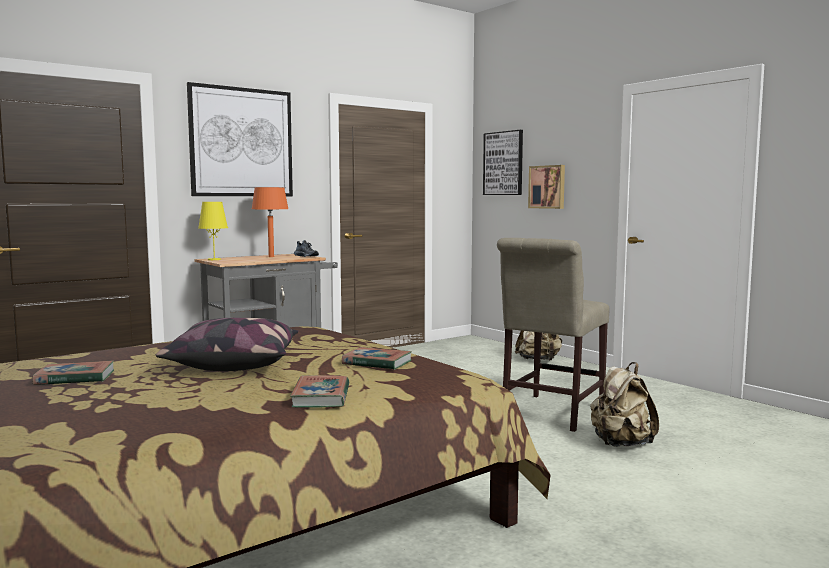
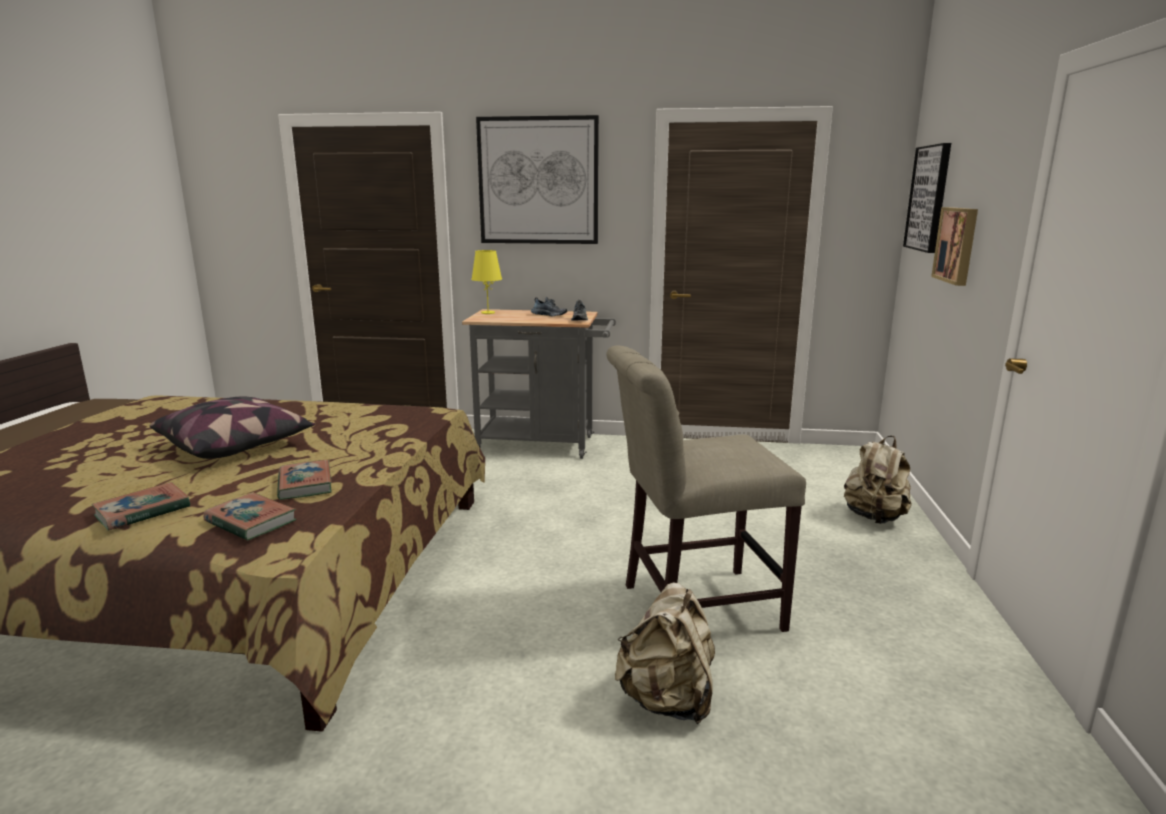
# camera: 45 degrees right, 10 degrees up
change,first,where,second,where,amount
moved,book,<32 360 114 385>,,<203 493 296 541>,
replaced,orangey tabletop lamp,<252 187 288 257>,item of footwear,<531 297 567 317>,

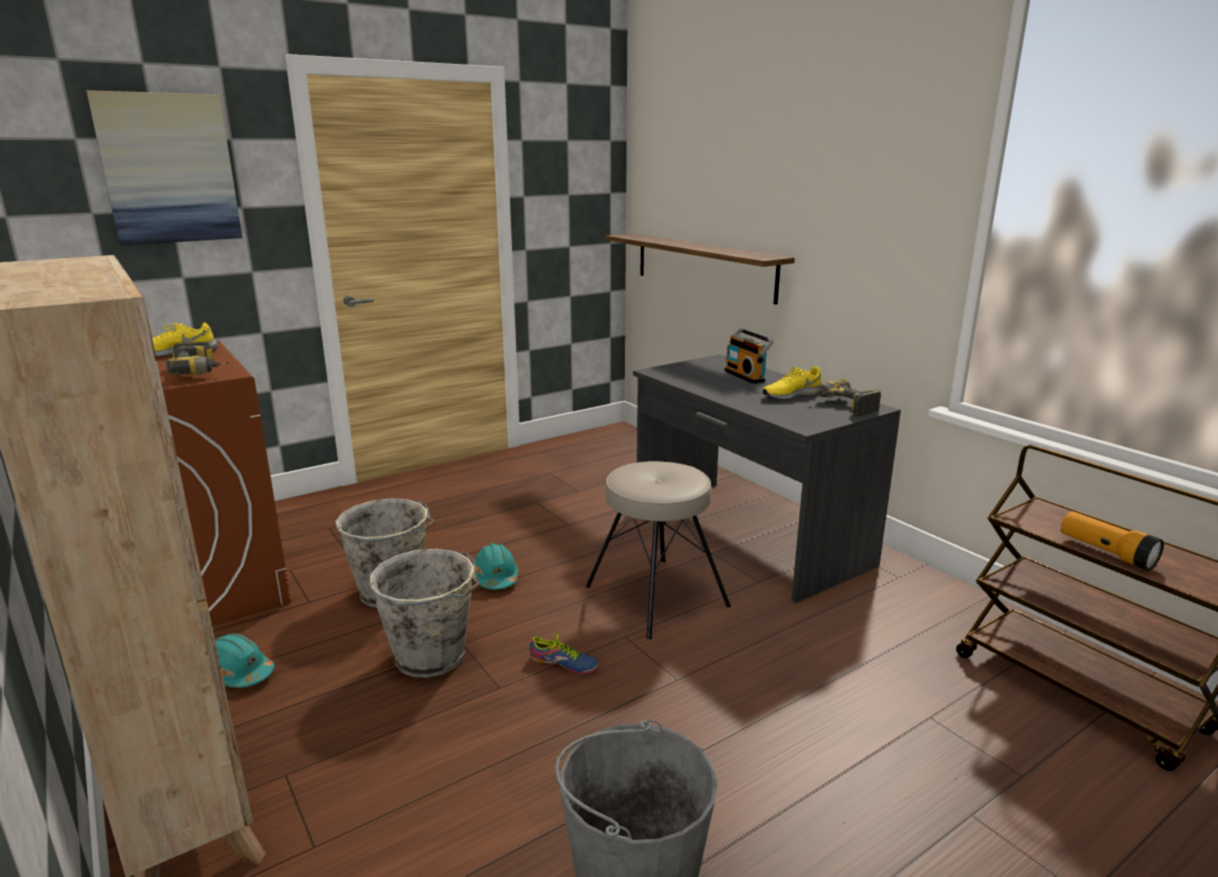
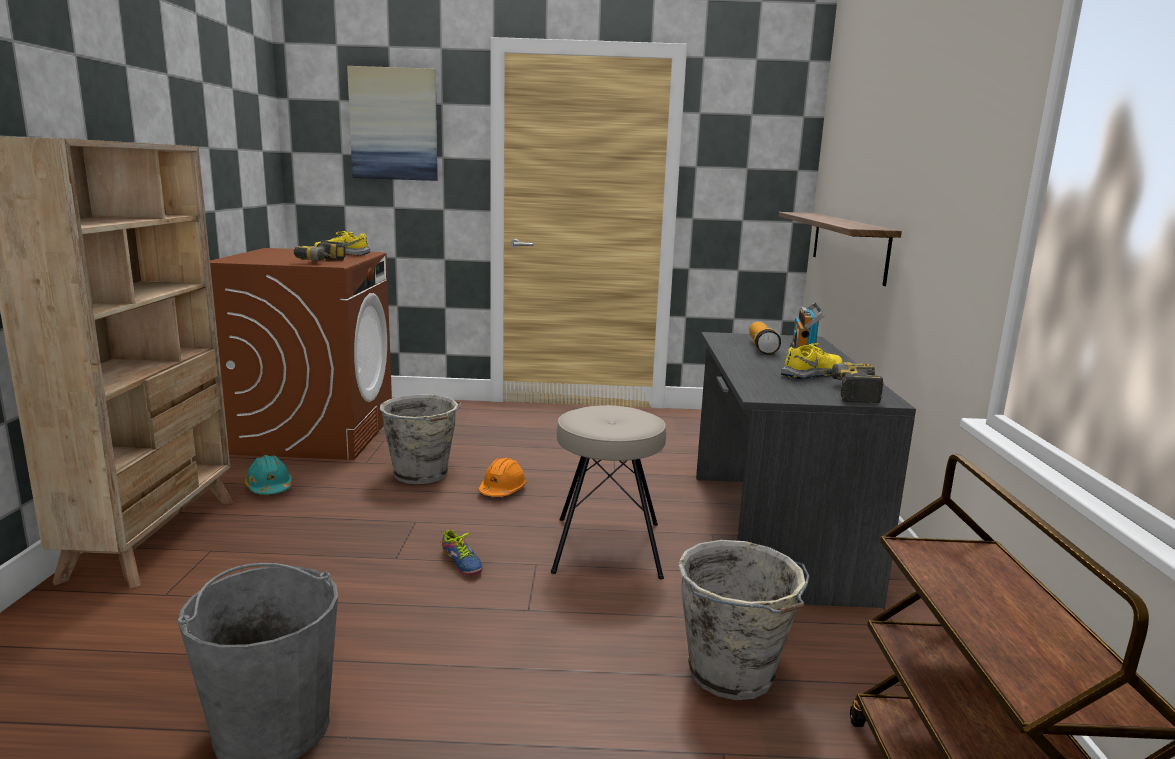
# camera: 35 degrees right, 5 degrees down
change,first,where,second,where,amount
moved,gray water bucket,<369 549 480 678>,,<678 540 810 700>,
moved,hand torch,<1061 511 1164 570>,,<749 322 781 355>,
recoloured,blue-green hard hat,<473 543 519 589>,orangey hard hat,<478 458 527 497>,
turned,yellow item of footwear,<762 366 822 400>,,<781 343 843 379>,135 degrees clockwise

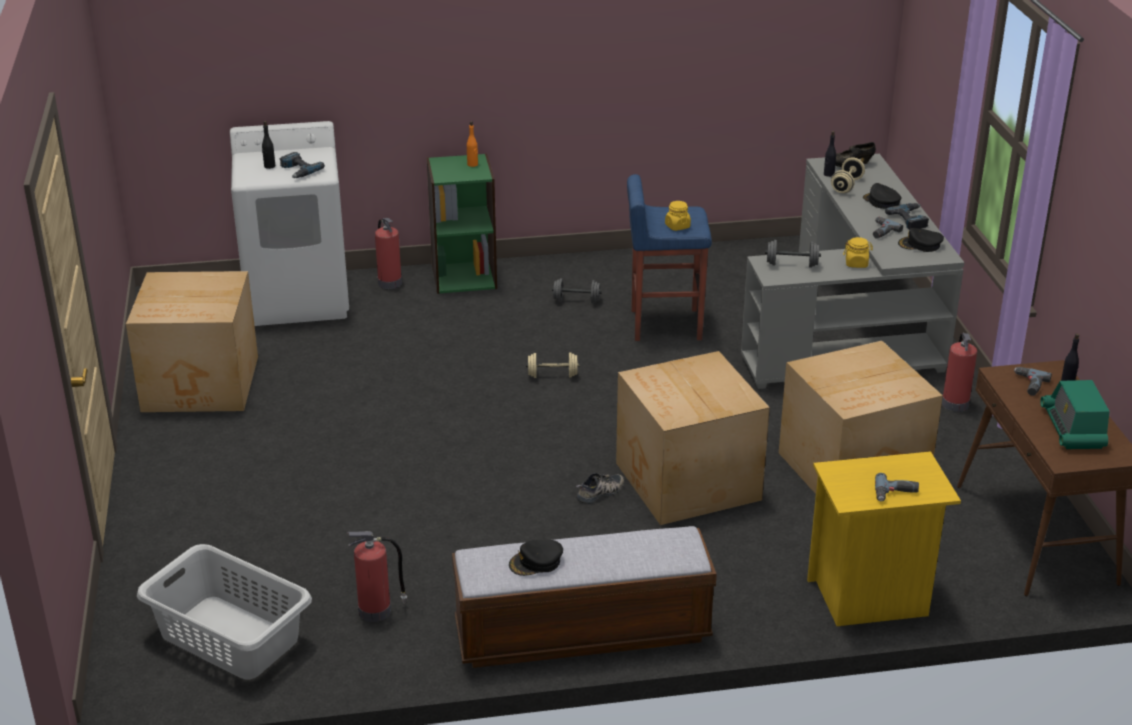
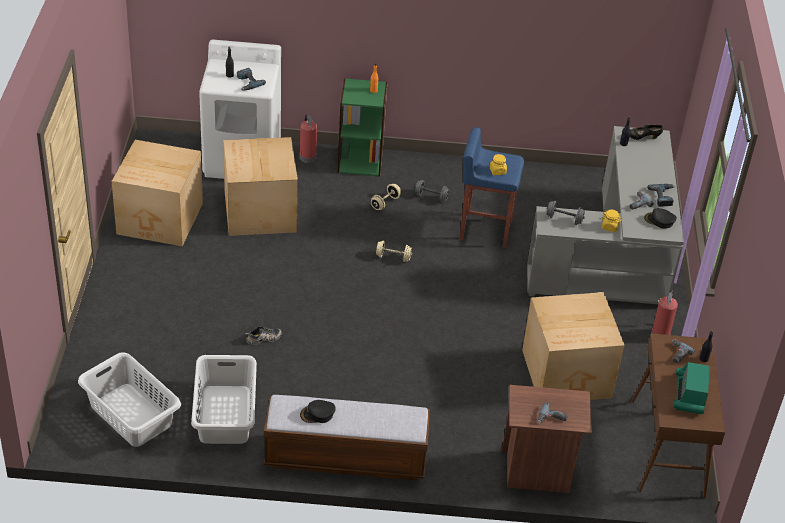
# camera: 10 degrees right, 10 degrees up
change,first,where,second,where,amount
removed,black-coloured cap,<863 183 902 209>,,,
moved,item of footwear,<576 473 624 504>,,<245 326 282 346>,
moved,packing box,<616 351 770 525>,,<223 137 298 236>,
moved,sand-coloured dumbbell,<831 157 865 193>,,<371 184 401 210>,
replaced,extinguisher,<348 531 407 622>,gray washing basket,<191 355 257 444>,
recoloured,yellow night table,<807 451 961 626>,brown night table,<502 385 592 493>,

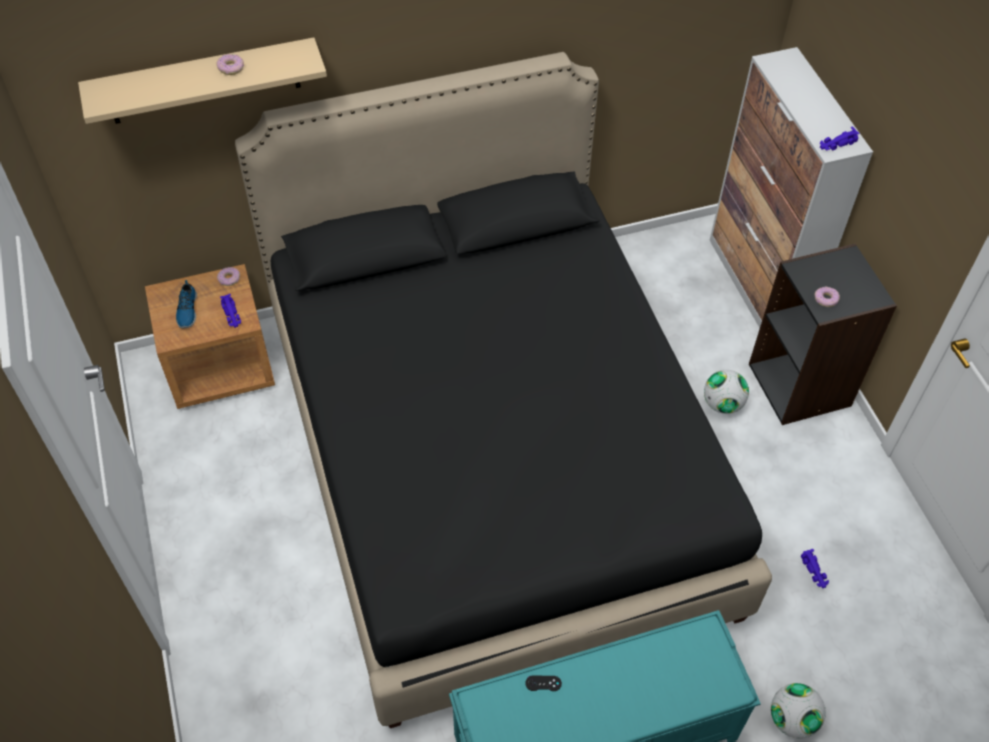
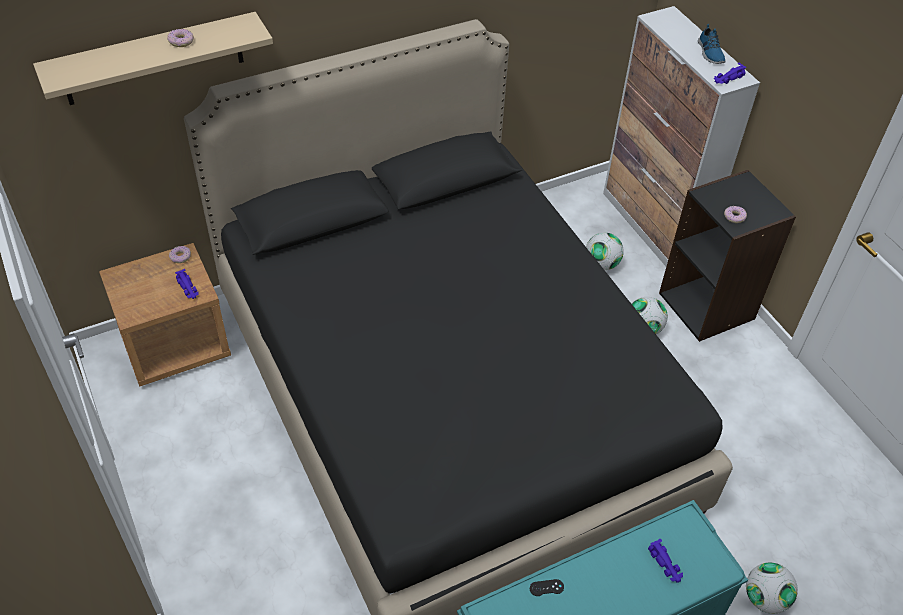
# camera: 10 degrees left, 5 degrees down
change,first,where,second,where,amount
added,,,football,<586 232 624 270>,
moved,item of footwear,<176 280 197 328>,,<698 24 726 64>,
moved,purple model car,<801 549 829 588>,,<648 539 683 583>,

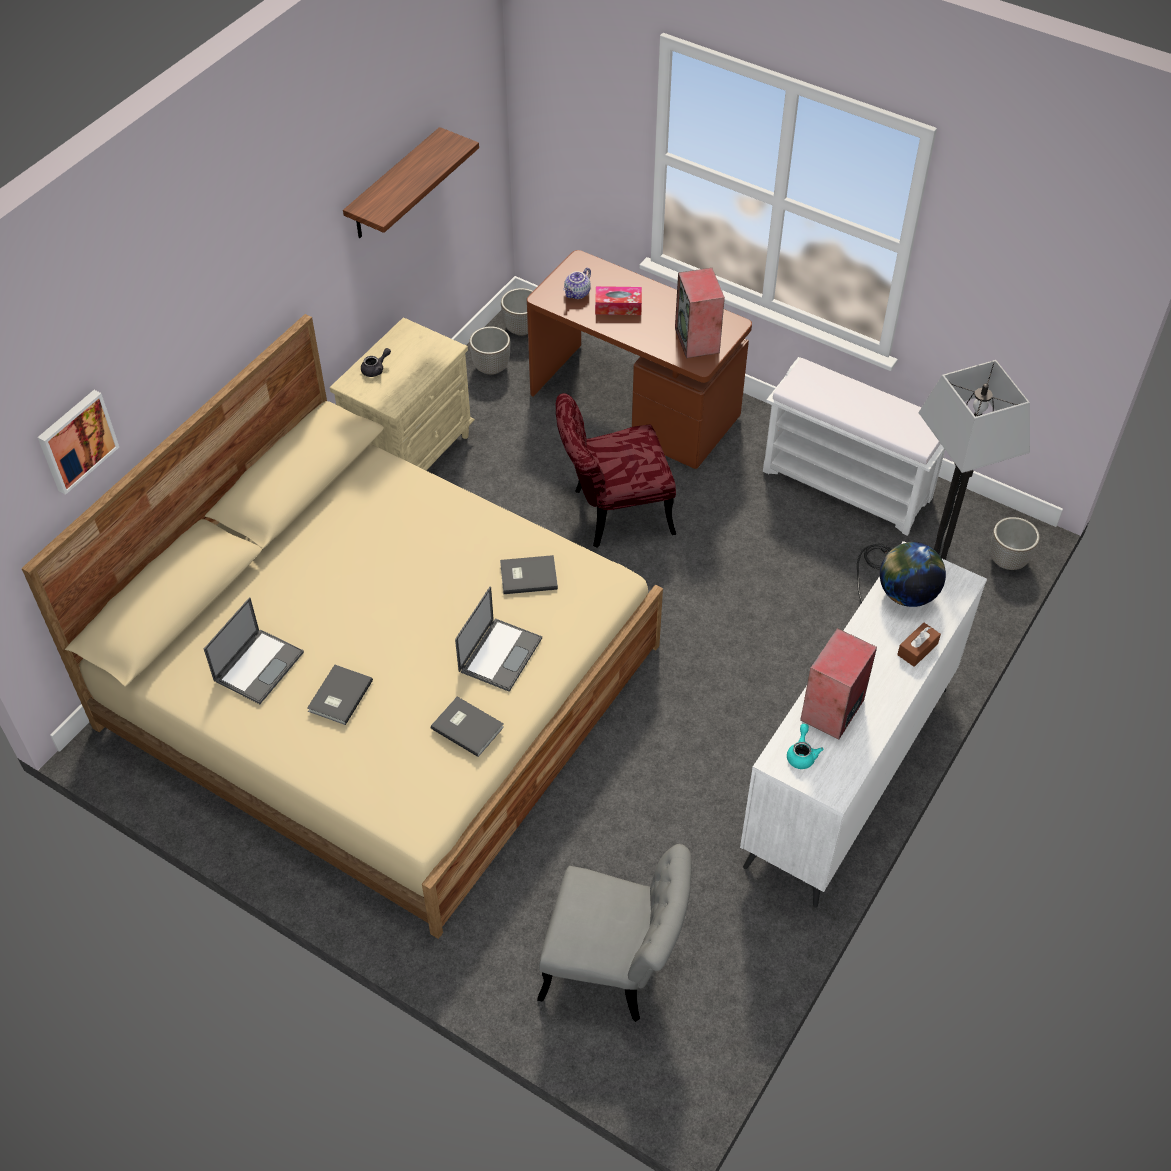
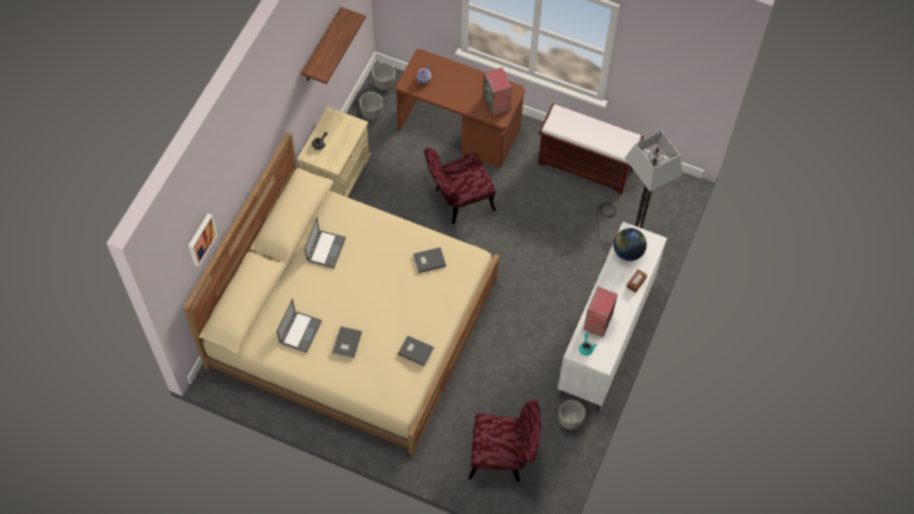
# camera: 10 degrees left, 10 degrees up
change,first,where,second,where,amount
removed,tissue holder,<595 286 642 315>,,,
moved,notebook computer,<455 586 542 692>,,<304 218 346 269>,
moved,plant pot,<990 517 1040 570>,,<558 399 586 430>,
recoloured,gray upright chair,<537 844 692 1022>,reddish upright chair,<469 399 541 482>,
recoloured,whitish long seat,<763 357 945 536>,brown long seat,<538 103 644 195>,

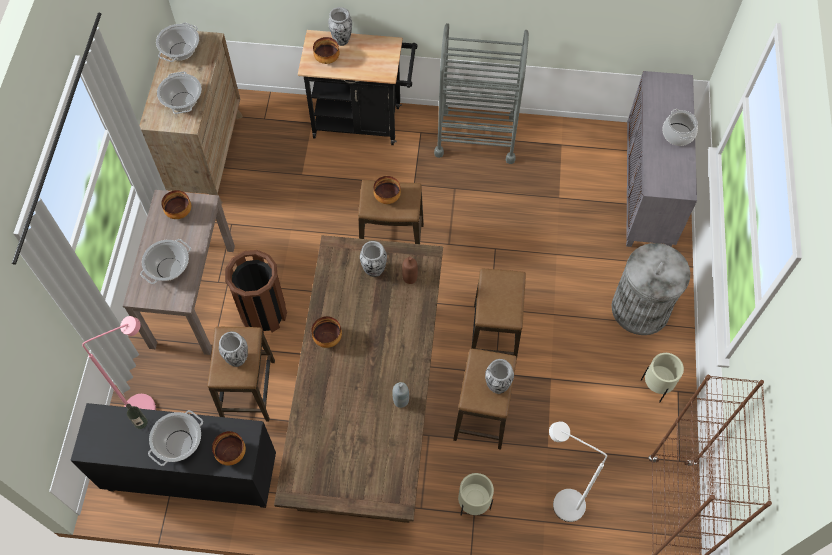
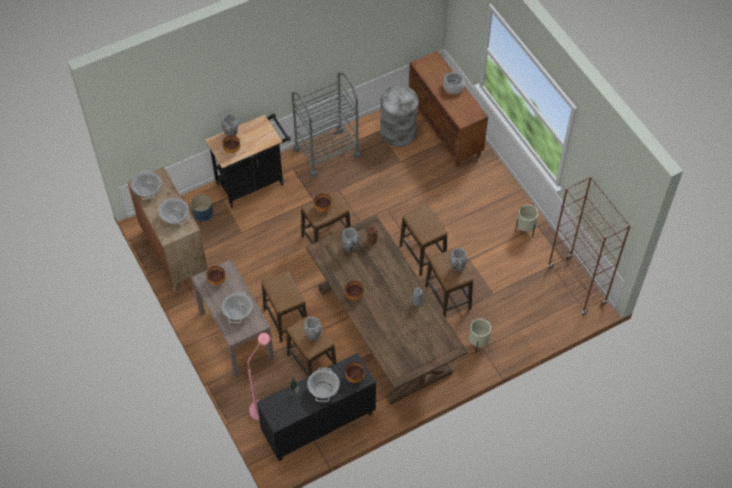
# camera: 35 degrees left, 5 degrees down
change,first,where,second,where,amount
removed,whitish standing lamp,<549 421 607 522>,,,
added,,,bluish plant pot,<191 194 213 221>,
moved,gray rubbish bin,<612 243 690 335>,,<380 85 419 147>,
replaced,brown rubbish bin,<225 250 287 333>,stool seat,<261 270 307 342>,
recoloured,gray cupboard,<626 71 697 247>,brown cupboard,<409 51 488 167>,

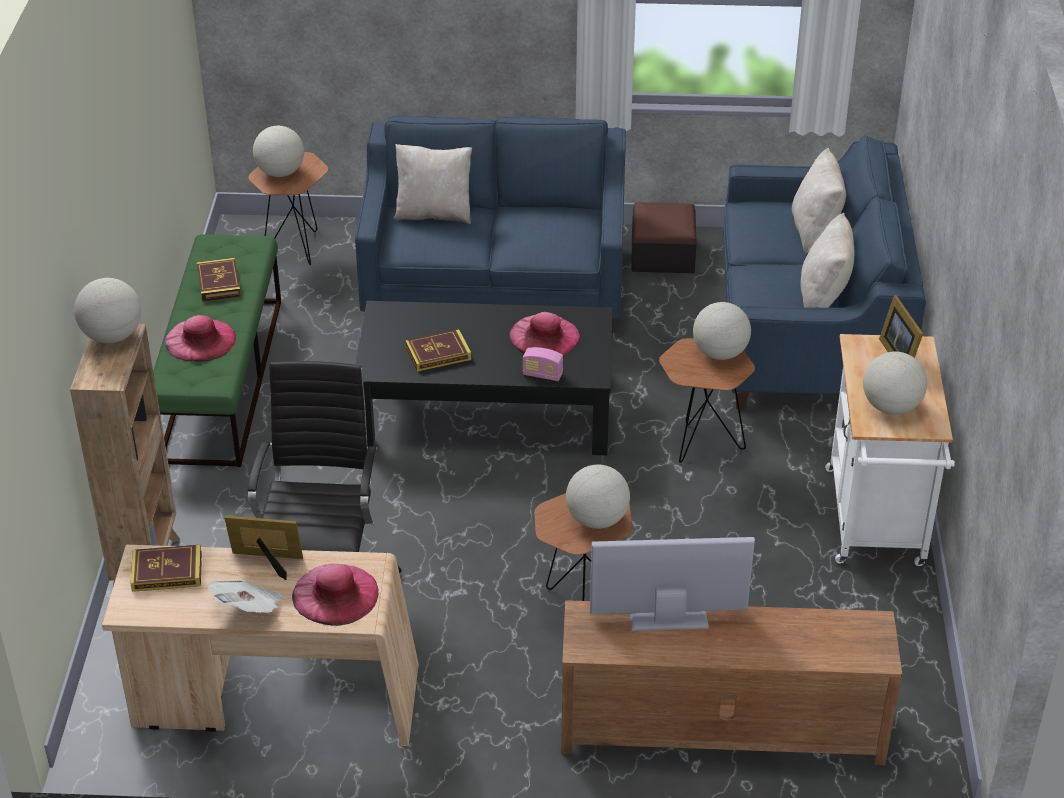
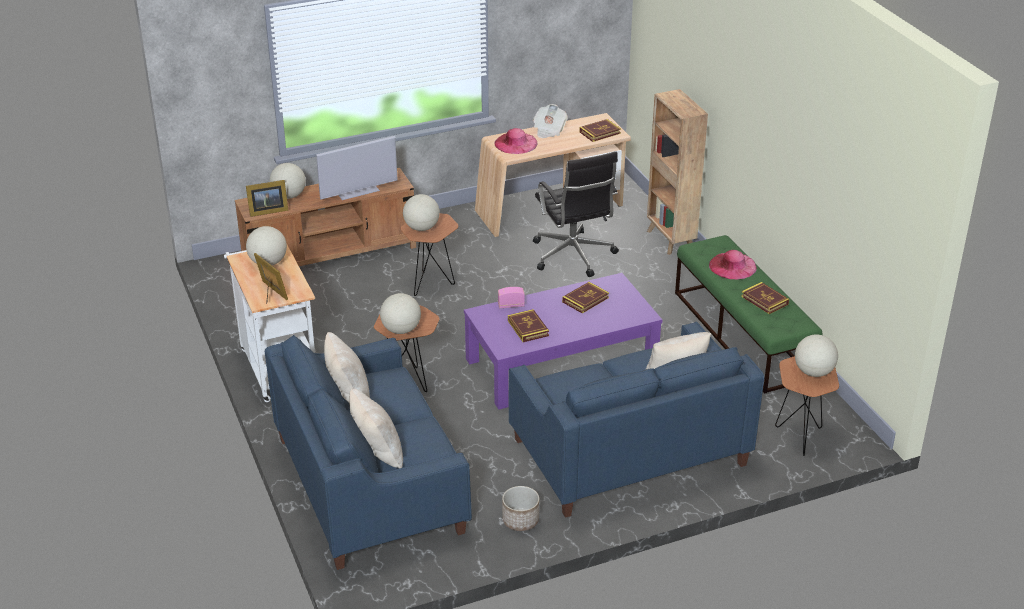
# camera: 155 degrees right, 5 degrees down
change,first,where,second,where,amount
moved,globe,<74 278 141 343>,,<270 163 306 199>,
moved,standing frame,<224 515 303 580>,,<246 180 289 217>,
replaced,pink clothing hat,<510 312 580 355>,book,<508 309 549 342>,
replaced,ottoman,<631 202 697 273>,plant pot,<502 486 539 531>,
recoloured,black-coloured lounge table,<355 301 612 455>,purple lounge table,<464 273 662 410>,

